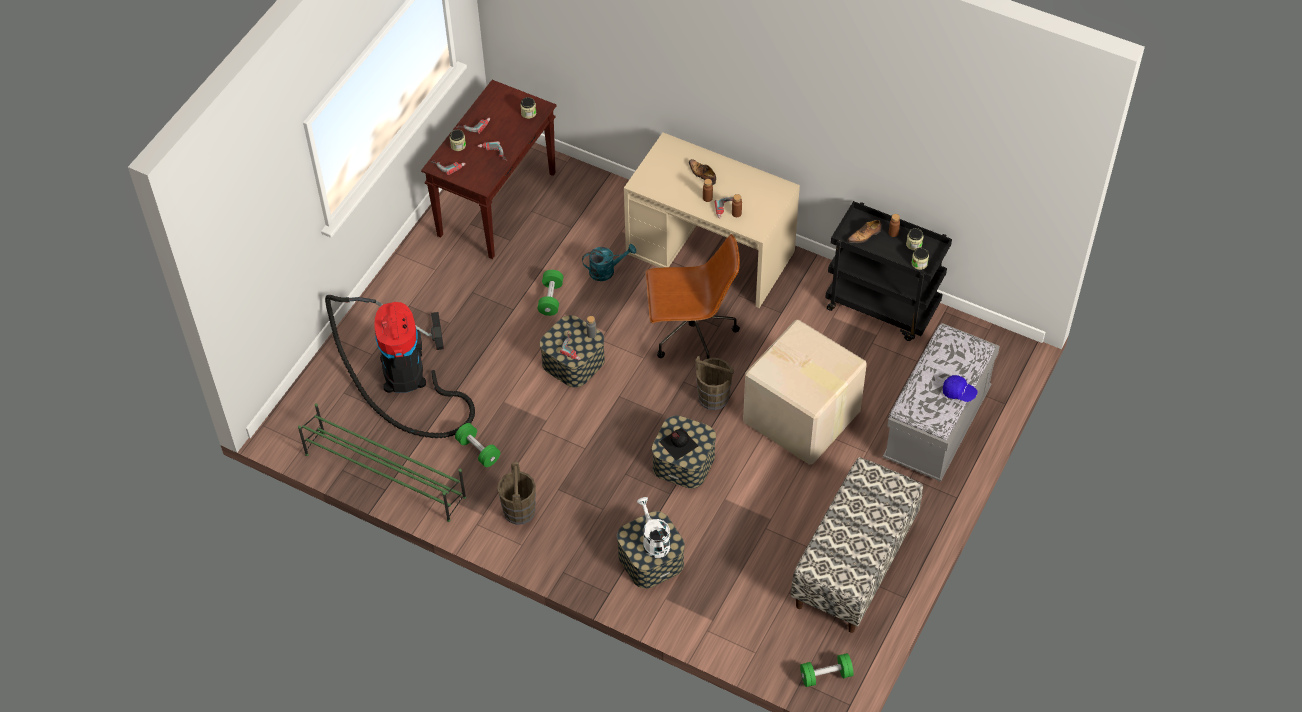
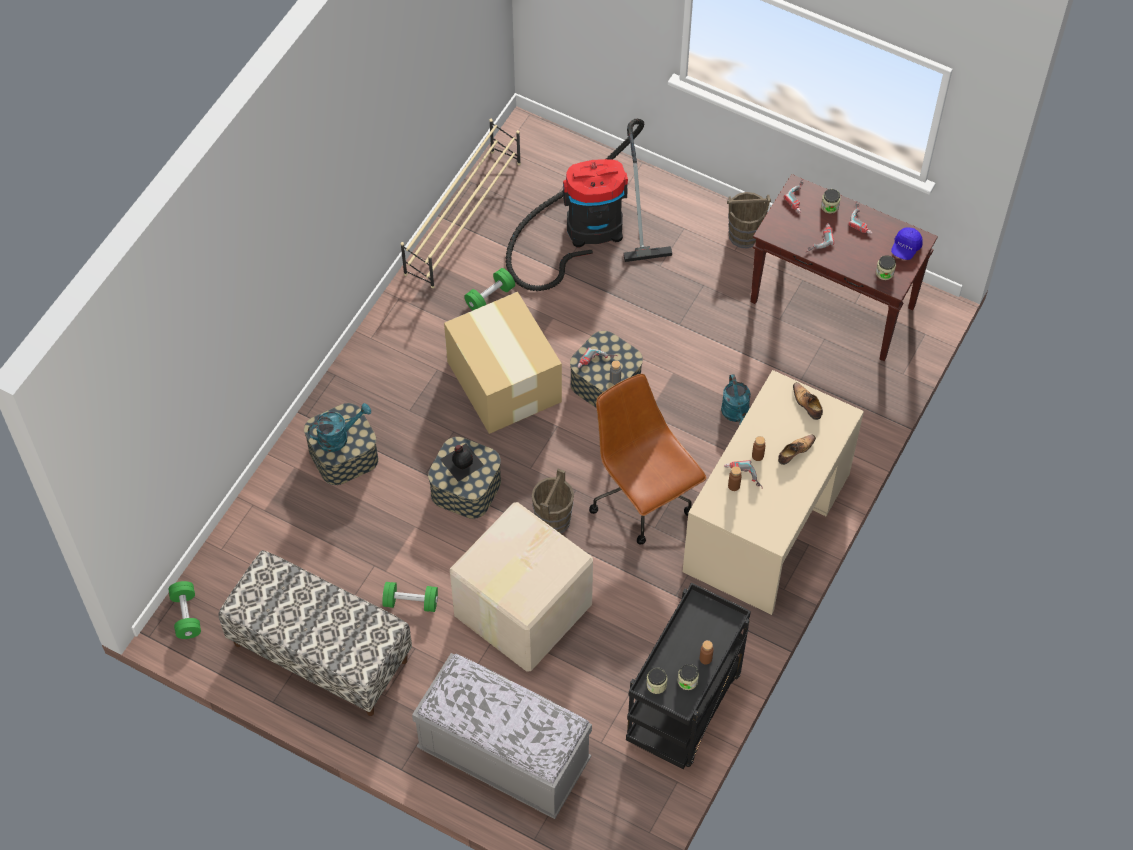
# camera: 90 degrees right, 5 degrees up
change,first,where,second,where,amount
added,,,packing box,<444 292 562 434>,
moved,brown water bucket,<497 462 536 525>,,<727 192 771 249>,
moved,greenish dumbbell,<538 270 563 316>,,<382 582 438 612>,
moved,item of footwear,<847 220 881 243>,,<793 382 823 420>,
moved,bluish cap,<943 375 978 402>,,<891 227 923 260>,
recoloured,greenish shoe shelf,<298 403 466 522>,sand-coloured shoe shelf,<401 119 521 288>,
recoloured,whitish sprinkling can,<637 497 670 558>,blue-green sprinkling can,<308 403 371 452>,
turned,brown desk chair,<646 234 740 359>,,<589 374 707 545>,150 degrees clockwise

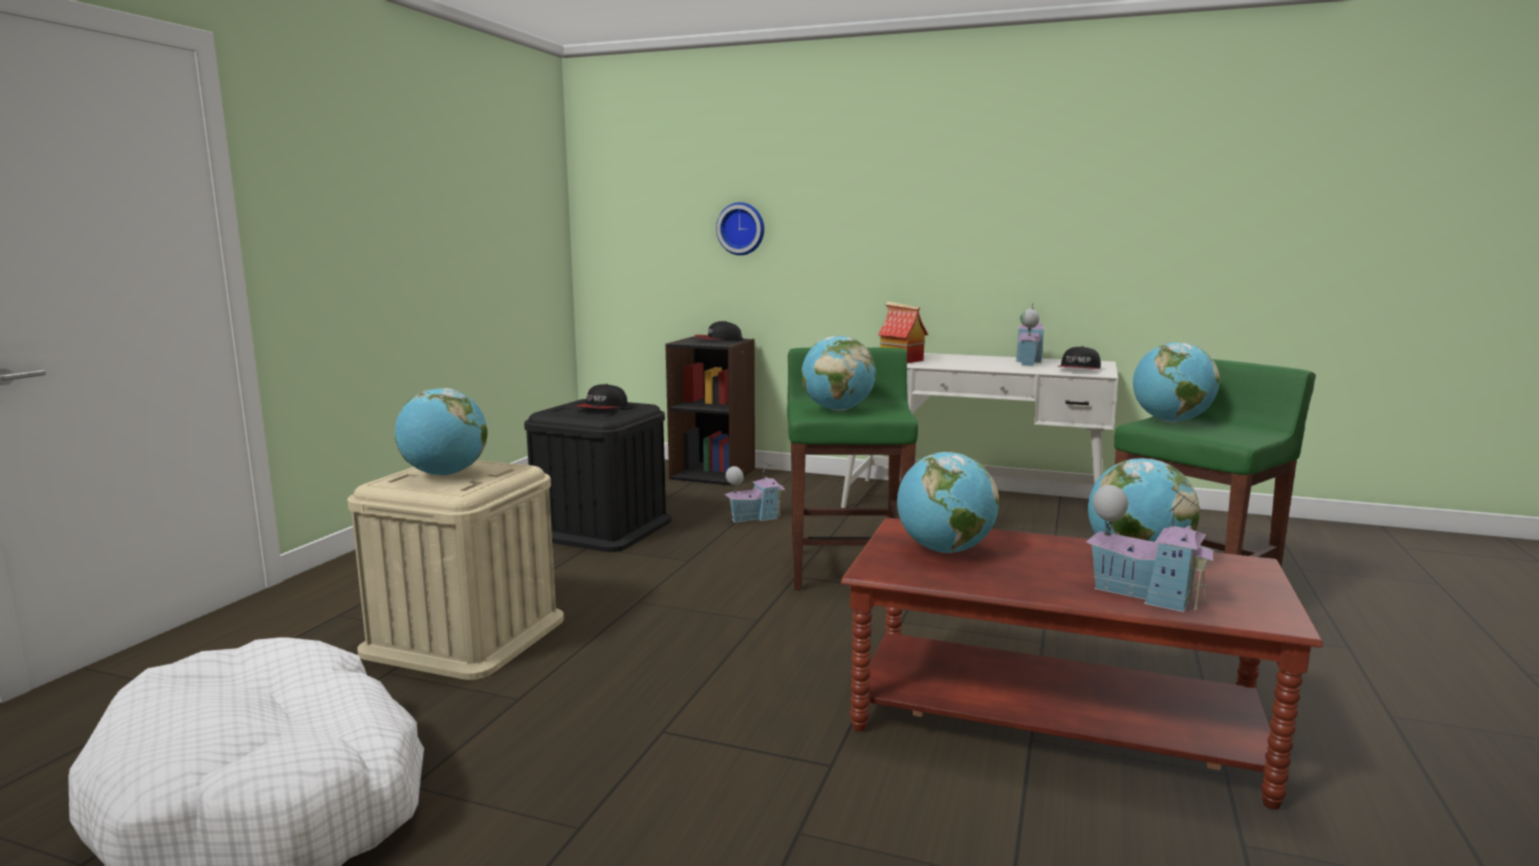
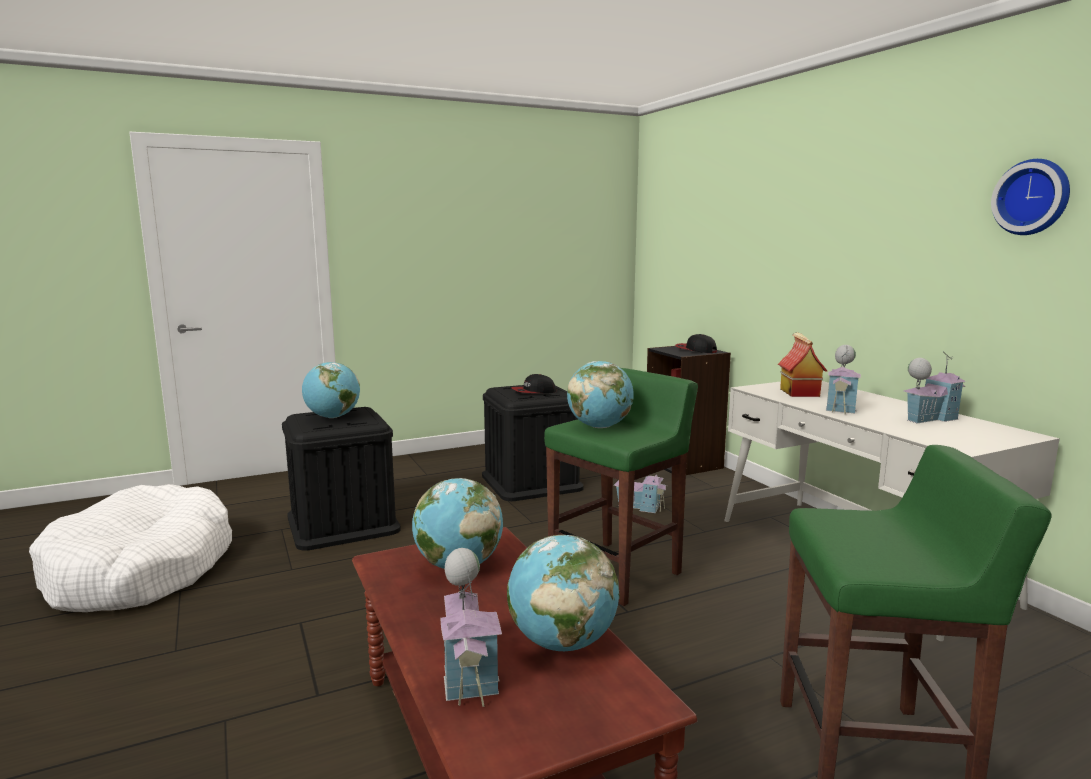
# camera: 45 degrees right, 0 degrees up
change,first,where,second,where,amount
removed,cap,<1057 346 1101 369>,,,
removed,globe,<1133 342 1220 422>,,,
added,,,toy house,<826 345 861 414>,
moved,clock on the wall,<716 202 764 255>,,<991 159 1070 235>,
recoloured,sand-coloured storage bin,<348 460 564 680>,black-coloured storage bin,<282 407 401 550>,

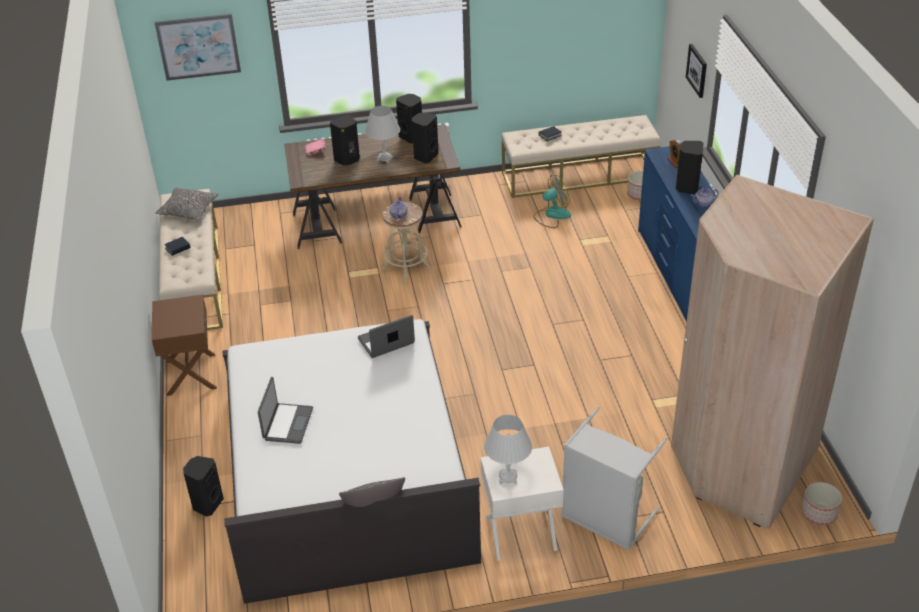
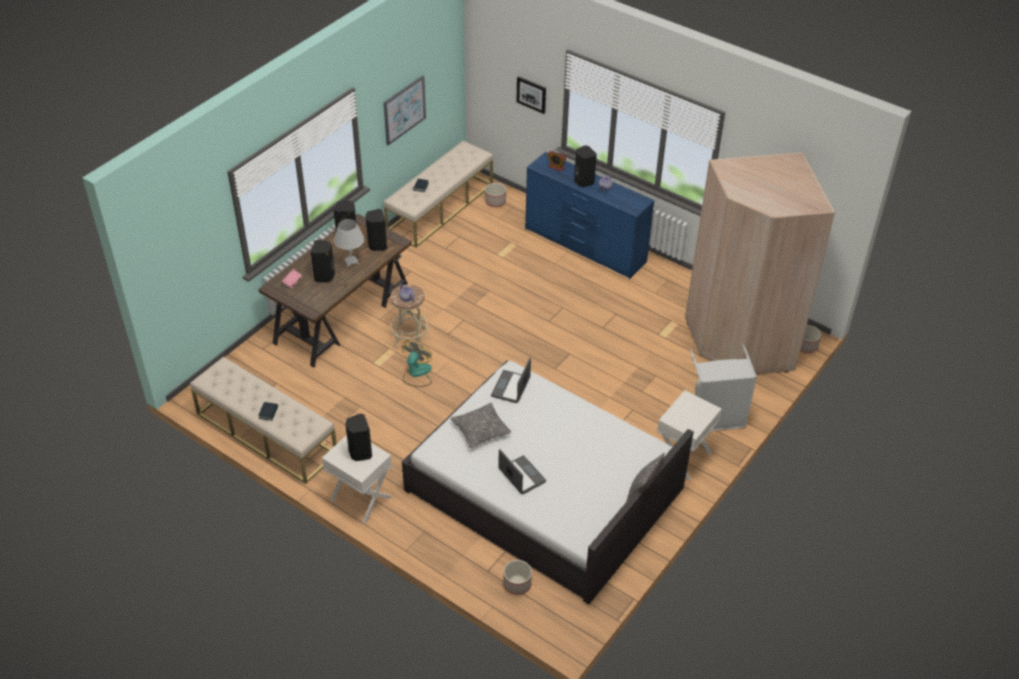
# camera: 45 degrees left, 5 degrees up
change,first,where,second,where,amount
removed,whitish tabletop lamp,<484 415 532 484>,,,
added,,,plant pot,<503 560 532 595>,
moved,wall picture,<155 14 241 81>,,<384 75 426 145>,
moved,throw pillow,<155 187 219 220>,,<450 403 511 448>,
moved,black-coloured speaker,<183 456 224 517>,,<345 413 372 461>,
moved,fan,<533 175 571 228>,,<402 340 432 387>,
recoloured,brown night table,<152 294 217 396>,whitish night table,<322 435 392 524>,

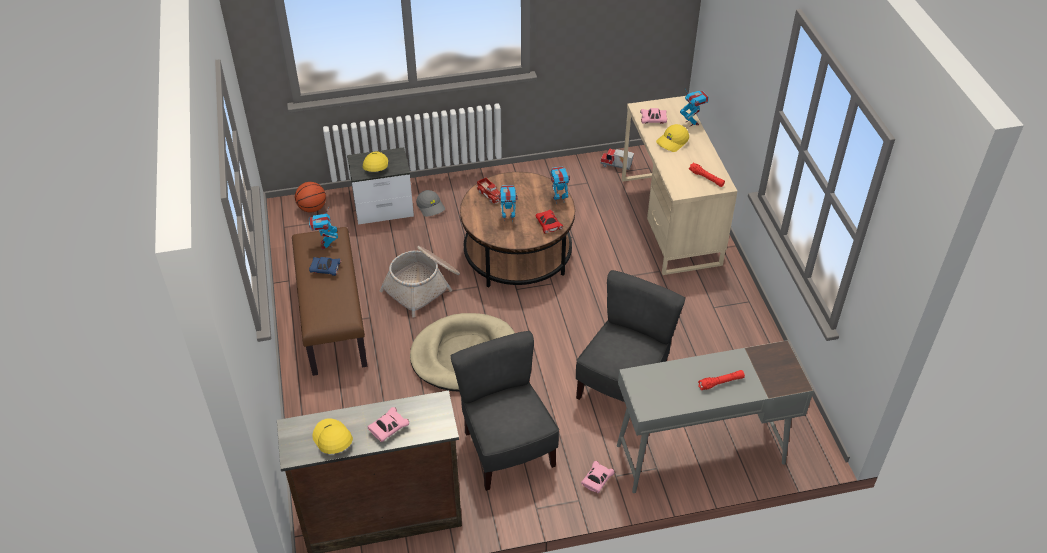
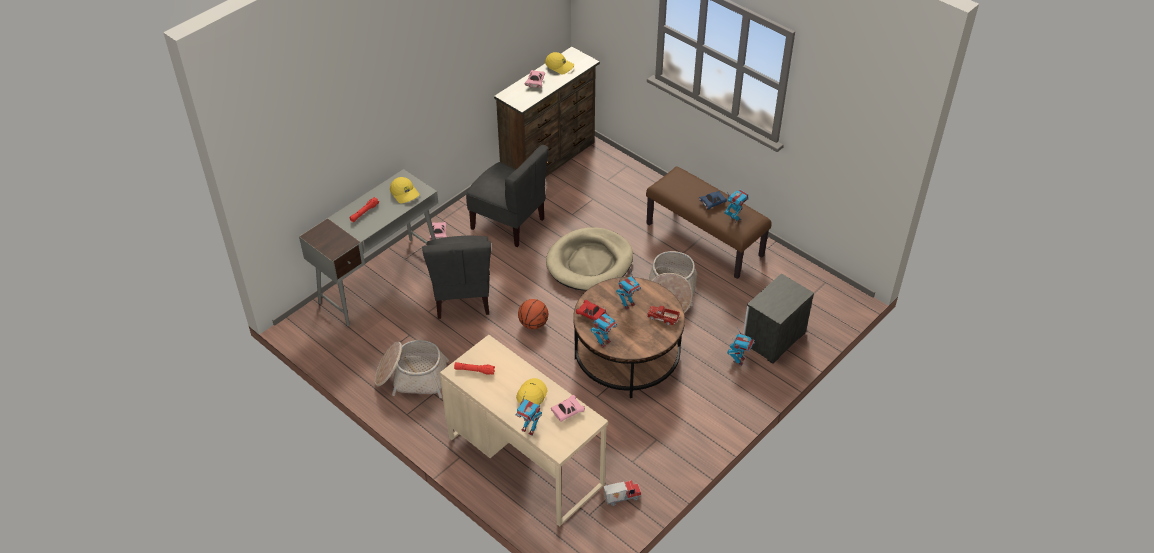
# camera: 145 degrees right, 0 degrees up
change,first,where,second,where,amount
added,,,storage basket,<375 340 449 398>,
moved,ball for basketball,<295 182 326 213>,,<518 299 548 329>,
moved,yellow cap,<363 151 388 172>,,<390 177 420 204>,
replaced,gray cap,<416 190 445 217>,robot figure,<727 327 755 366>,

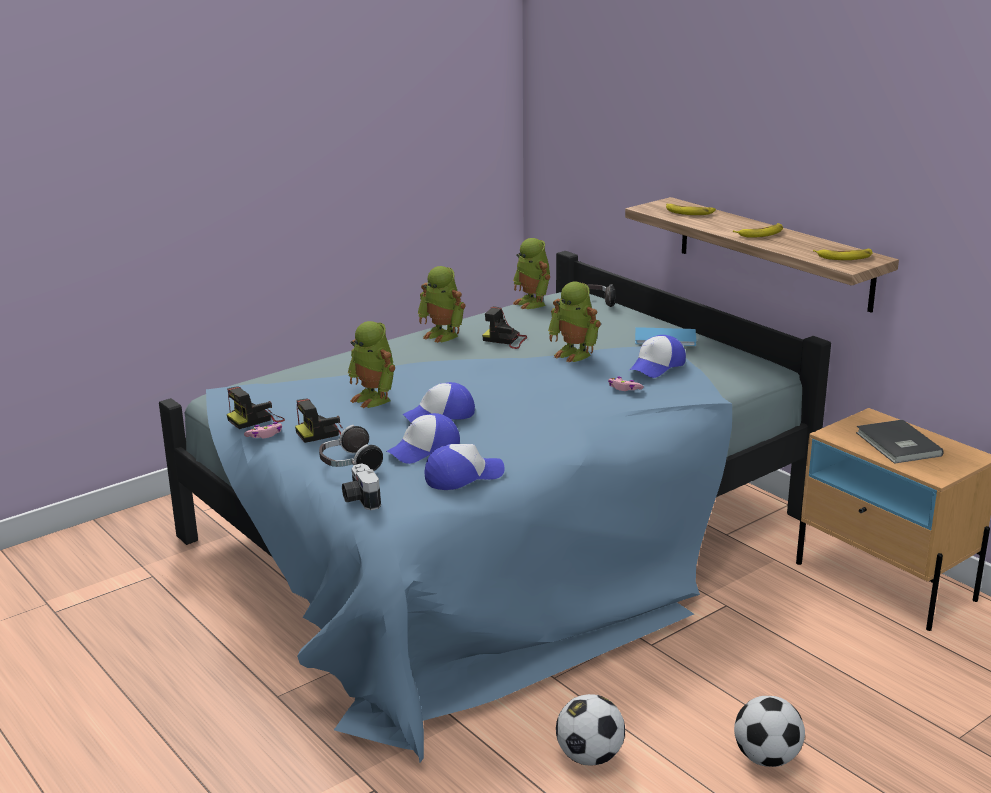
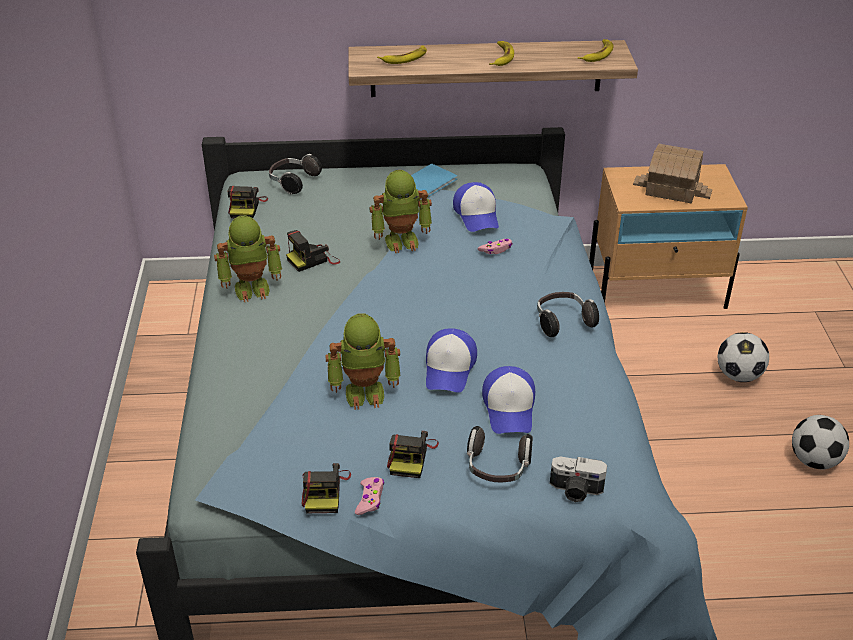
# camera: 55 degrees left, 15 degrees up
change,first,where,second,where,amount
removed,cap,<424 444 505 490>,,,
added,,,headphones,<537 292 599 337>,
moved,football,<556 694 625 766>,,<718 332 769 382>,
replaced,robot figure,<513 238 550 309>,photo camera,<227 186 268 218>,
replaced,gray book,<856 420 944 464>,toy house,<633 144 712 203>,

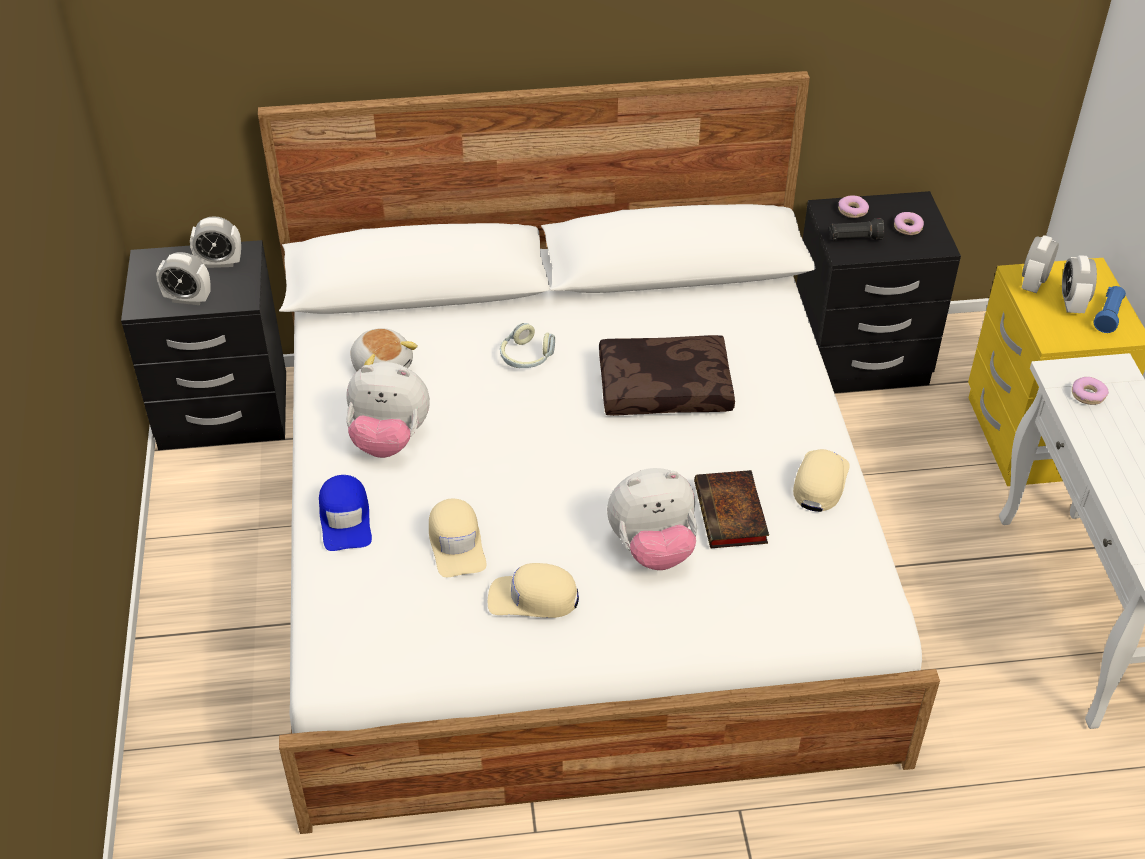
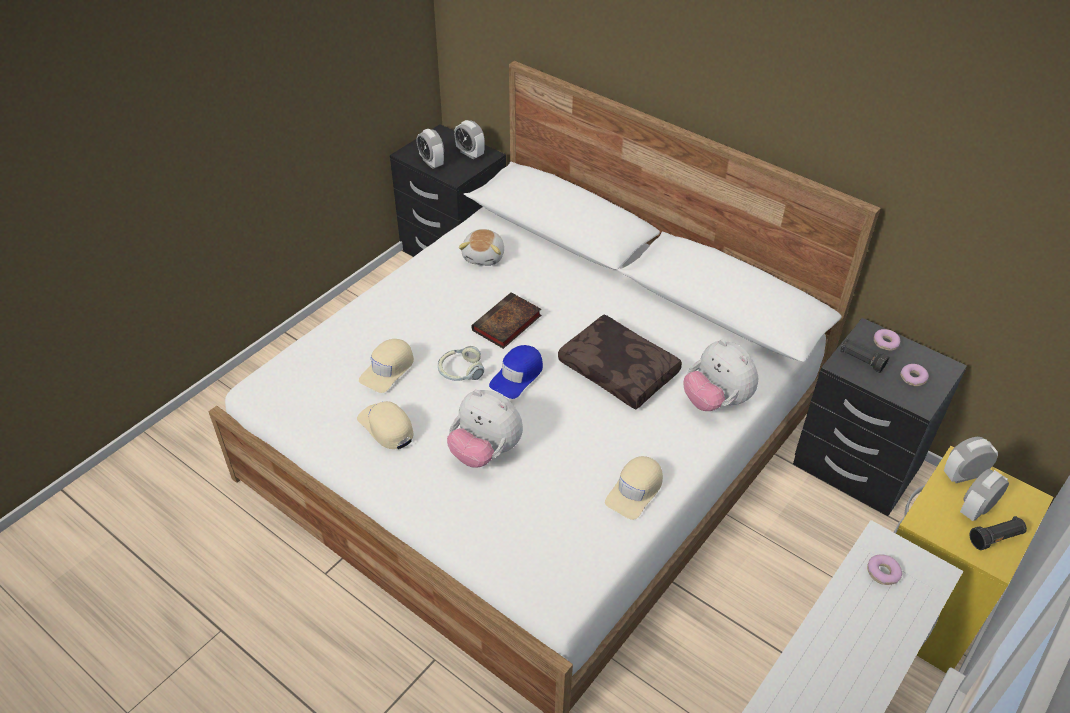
# camera: 45 degrees right, 0 degrees up
change,first,where,second,where,amount
moved,bluish cap,<319 475 372 551>,,<489 345 543 399>,
moved,cuddly toy,<346 362 430 458>,,<683 339 758 411>,
moved,headphones,<500 323 555 368>,,<438 346 484 381>,
moved,book,<694 470 769 548>,,<472 292 541 349>,
recoloured,bluish hand torch,<1094 286 1126 333>,black-coloured hand torch,<969 516 1027 550>,
turned,sand-coloured cap,<793 449 850 512>,,<605 456 663 520>,150 degrees clockwise

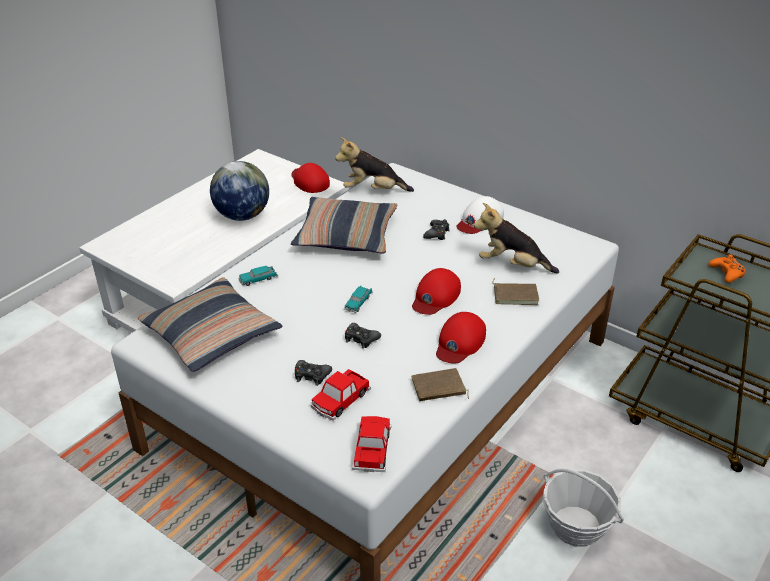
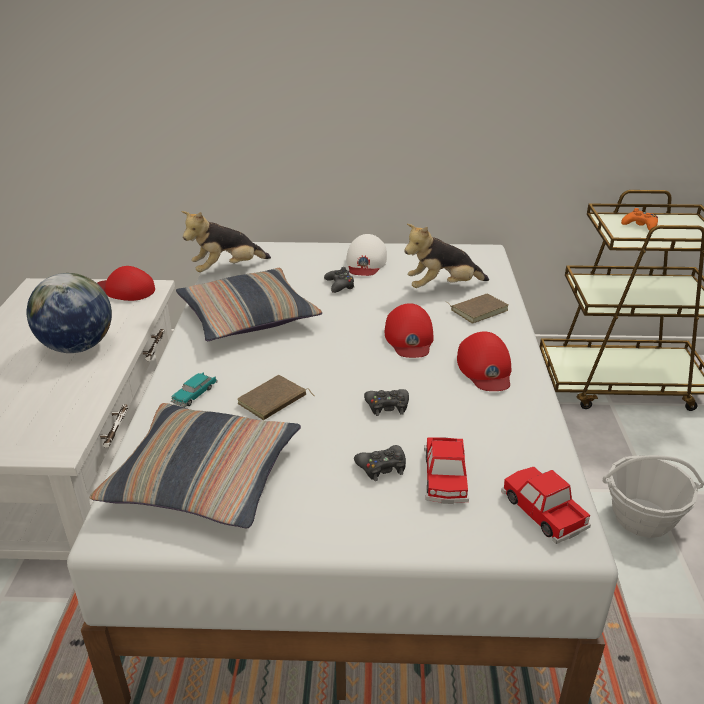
# camera: 35 degrees left, 5 degrees down
change,first,where,second,where,amount
removed,model car,<344 285 373 313>,,,
moved,brown book,<411 368 469 401>,,<237 375 314 420>,

